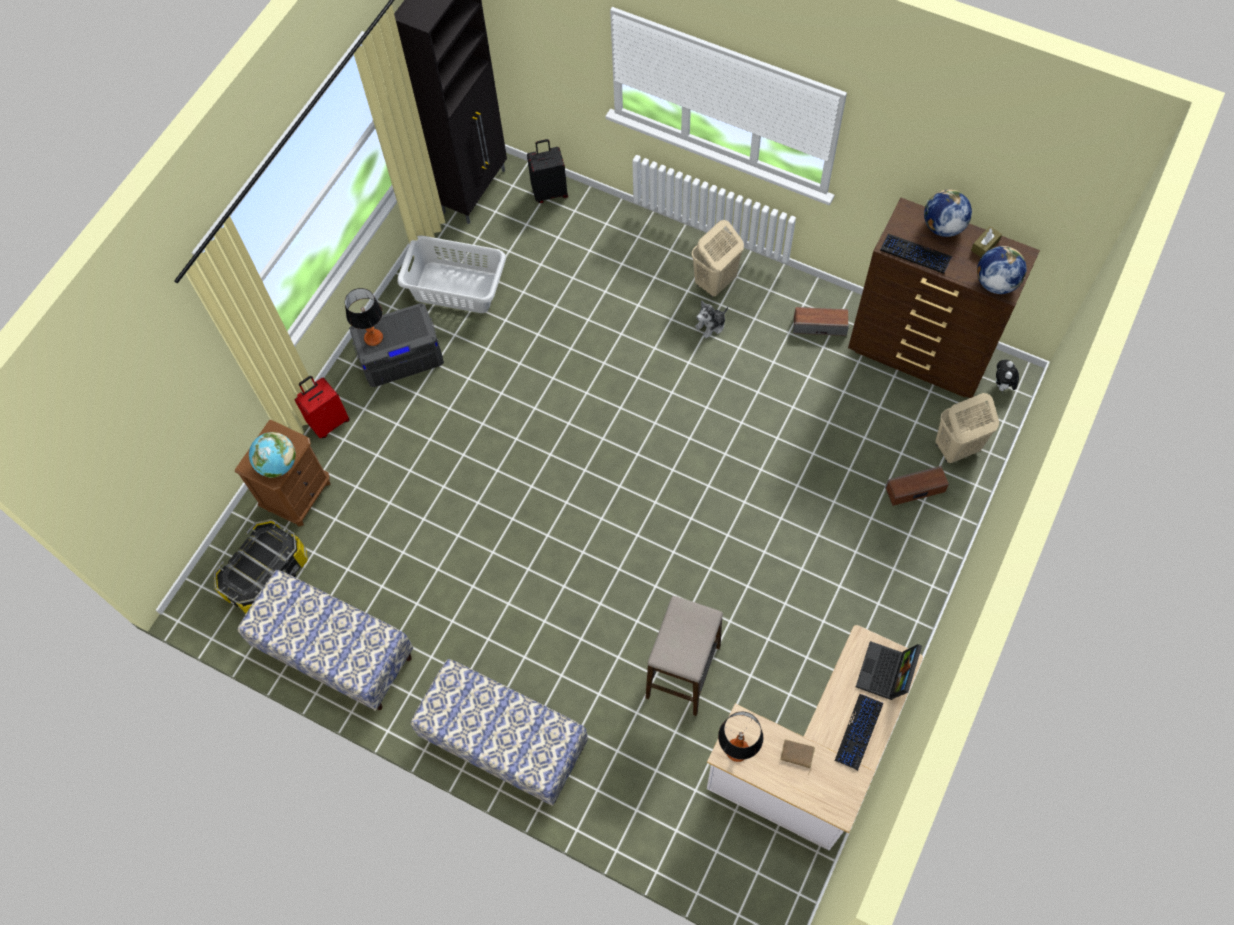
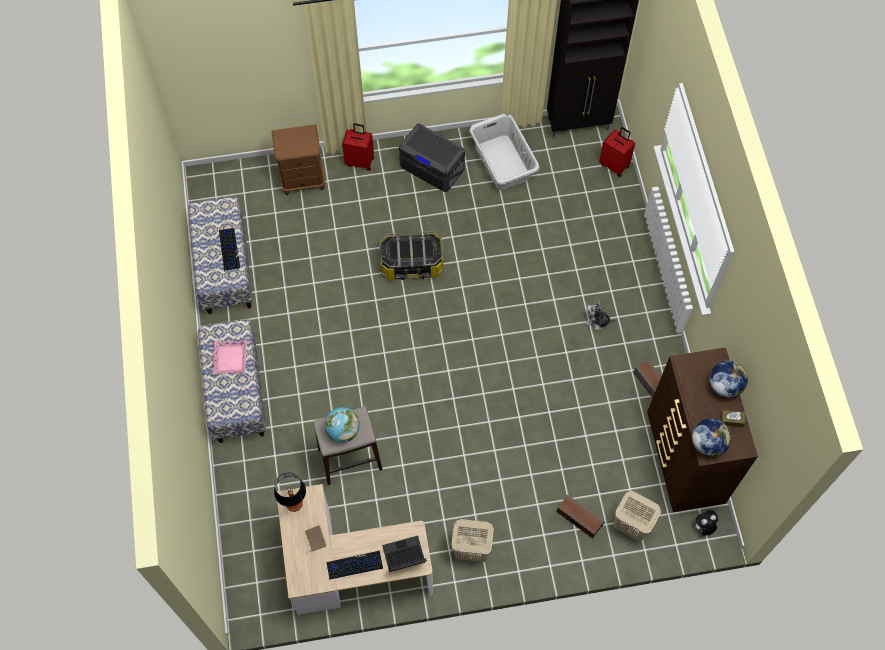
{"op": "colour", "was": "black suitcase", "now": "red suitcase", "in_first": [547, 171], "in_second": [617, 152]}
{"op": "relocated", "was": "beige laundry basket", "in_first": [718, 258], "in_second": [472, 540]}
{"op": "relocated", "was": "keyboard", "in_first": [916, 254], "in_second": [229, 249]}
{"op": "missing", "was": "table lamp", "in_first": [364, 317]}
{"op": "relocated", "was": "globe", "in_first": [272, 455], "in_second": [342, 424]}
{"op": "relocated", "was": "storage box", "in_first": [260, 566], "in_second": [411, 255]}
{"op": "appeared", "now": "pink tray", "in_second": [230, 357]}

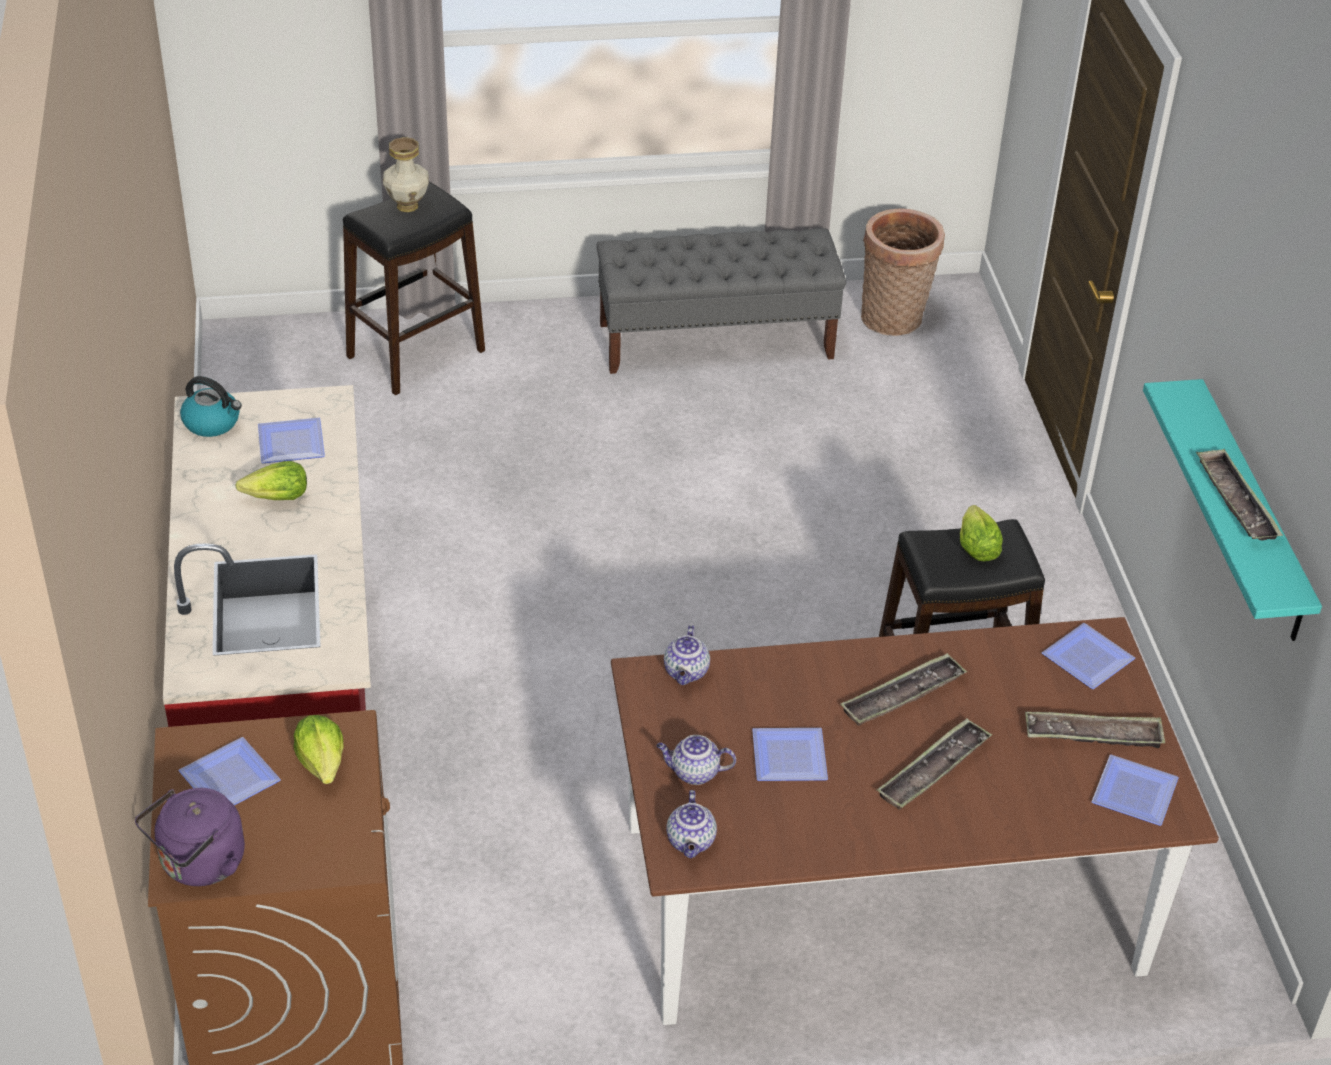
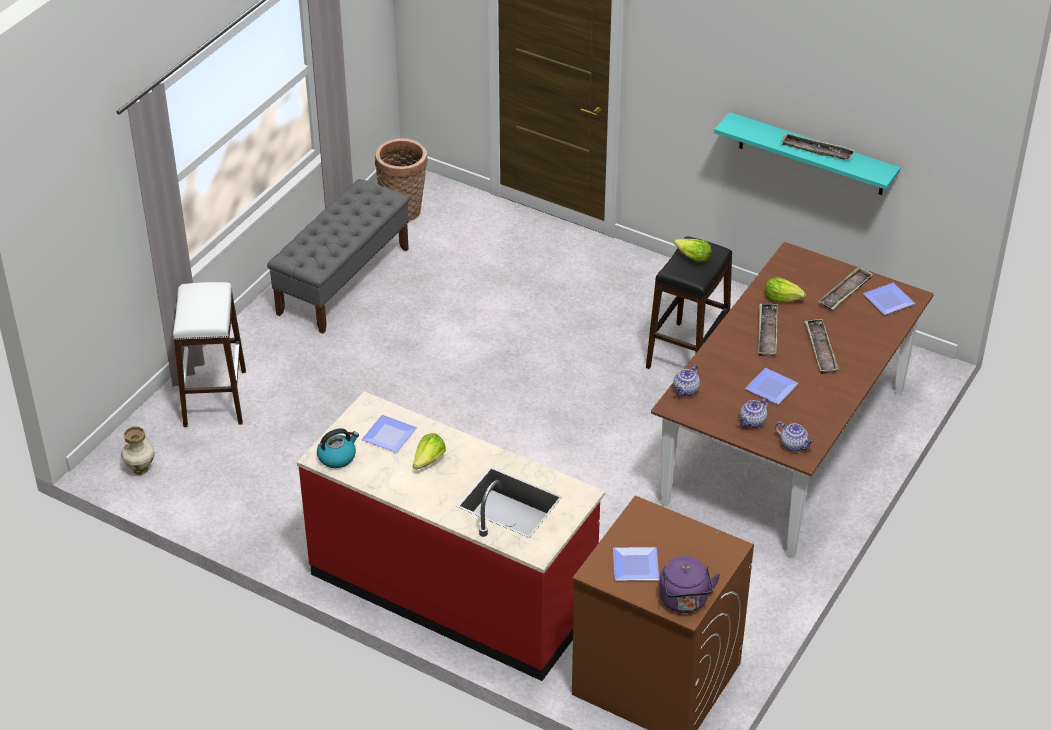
{"op": "relocated", "was": "vase", "in_first": [406, 174], "in_second": [138, 450]}
{"op": "colour", "was": "black stool", "now": "white stool", "in_first": [414, 288], "in_second": [209, 354]}
{"op": "missing", "was": "plate", "in_first": [1088, 656]}
{"op": "spun", "was": "teapot", "in_first": [687, 655], "in_second": [686, 380], "clockwise": 75}
{"op": "relocated", "was": "lettuce", "in_first": [318, 749], "in_second": [785, 289]}

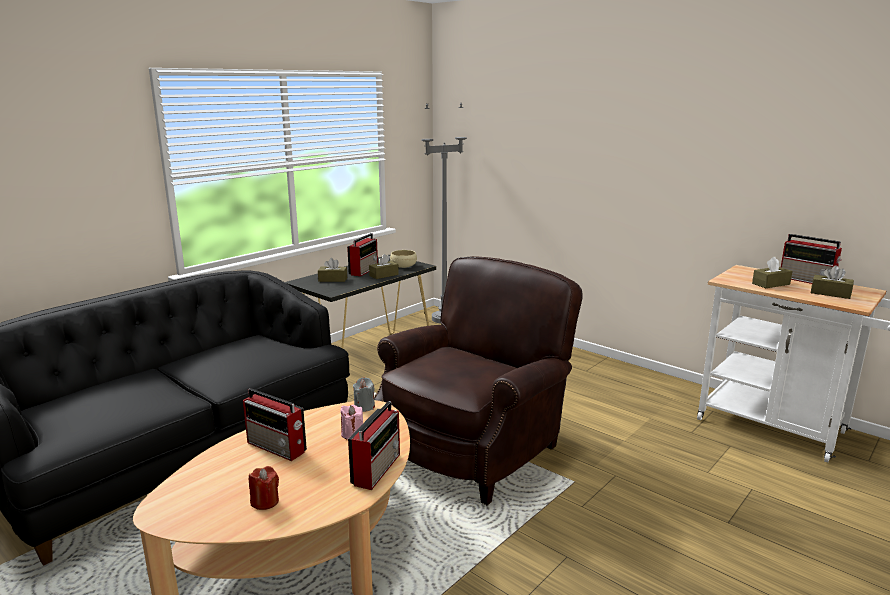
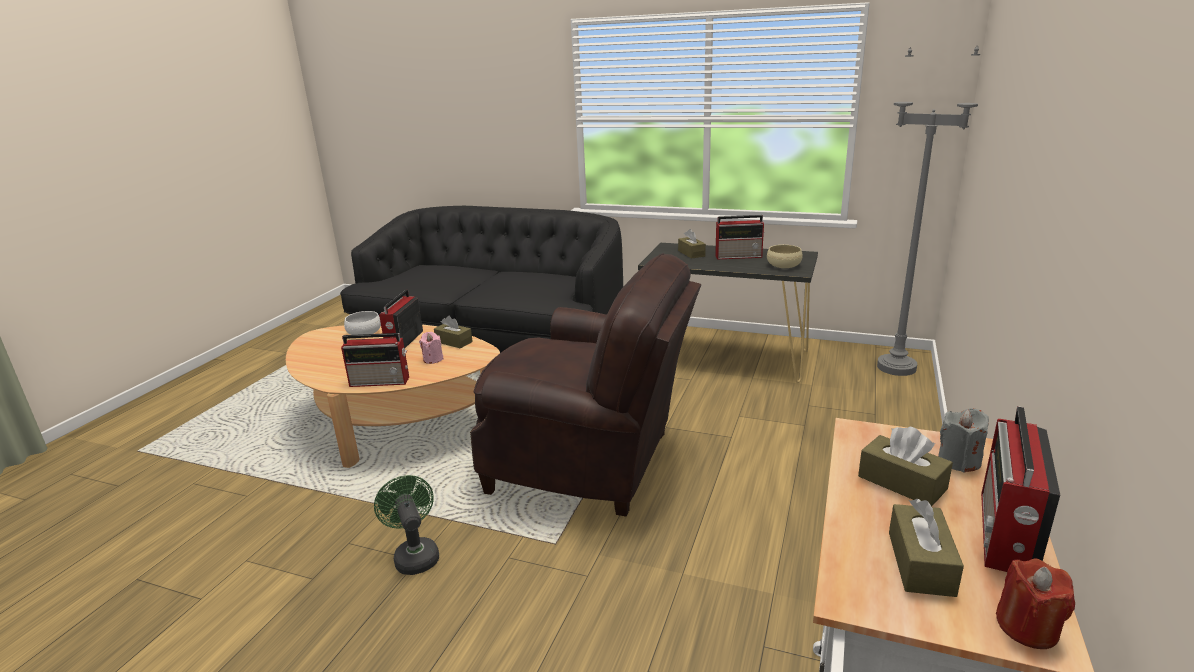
{"op": "relocated", "was": "brown tissue box", "in_first": [384, 266], "in_second": [453, 332]}
{"op": "relocated", "was": "grey candle", "in_first": [364, 394], "in_second": [963, 440]}
{"op": "relocated", "was": "red candle", "in_first": [264, 488], "in_second": [1035, 604]}
{"op": "appeared", "now": "white bowl", "in_second": [362, 323]}
{"op": "appeared", "now": "green fan", "in_second": [406, 525]}

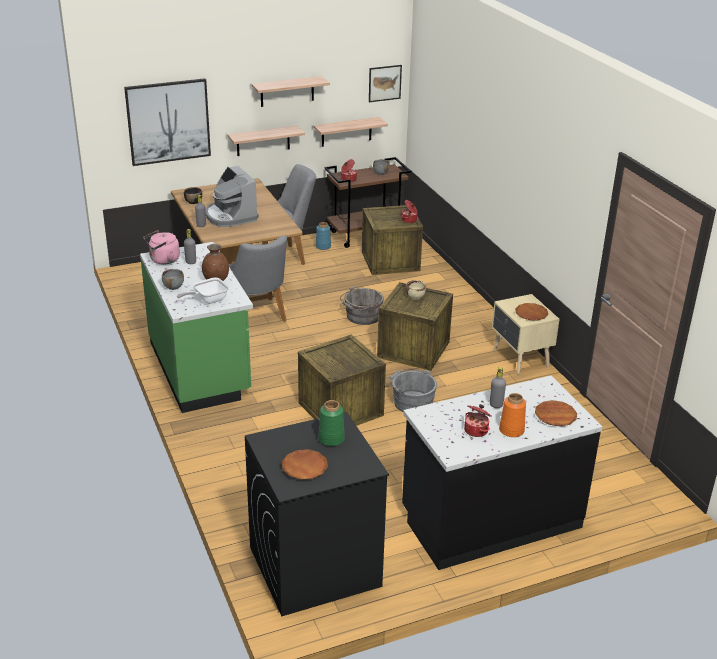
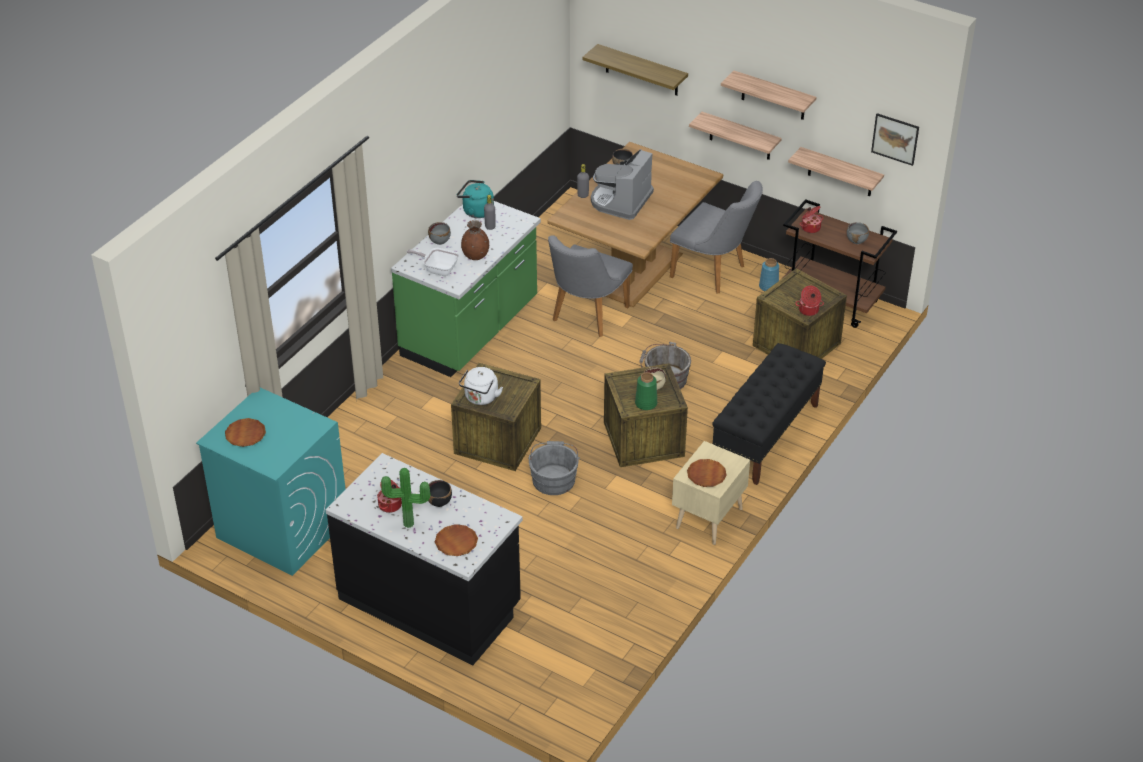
{"op": "exchanged", "was": "picture", "now": "shelf", "in_first": [167, 122], "in_second": [635, 70]}
{"op": "colour", "was": "pink kettle", "now": "turquoise kettle", "in_first": [161, 248], "in_second": [475, 199]}
{"op": "exchanged", "was": "grey bottle", "now": "black bowl", "in_first": [498, 387], "in_second": [440, 493]}
{"op": "exchanged", "was": "orange vase", "now": "potted plant", "in_first": [512, 415], "in_second": [405, 498]}
{"op": "relocated", "was": "green vase", "in_first": [331, 423], "in_second": [646, 391]}
{"op": "colour", "was": "black washing machine", "now": "turquoise washing machine", "in_first": [317, 514], "in_second": [271, 482]}
{"op": "appeared", "now": "black bench", "in_second": [769, 414]}
{"op": "appeared", "now": "white kettle", "in_second": [481, 386]}

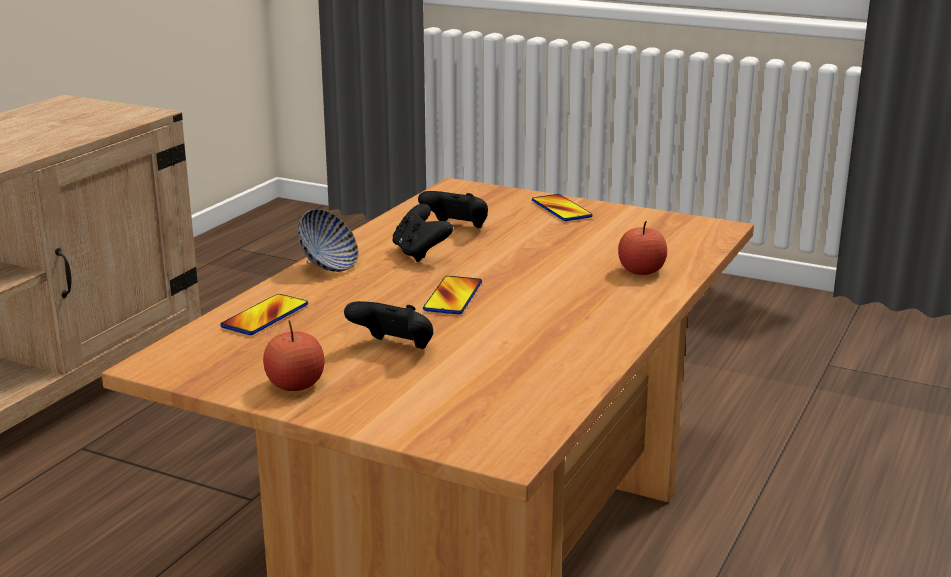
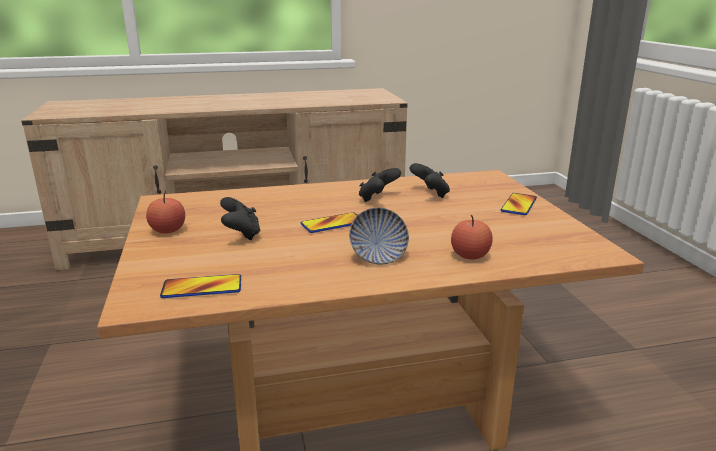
{"op": "relocated", "was": "bowl", "in_first": [328, 240], "in_second": [379, 236]}
{"op": "relocated", "was": "phone", "in_first": [264, 314], "in_second": [200, 286]}

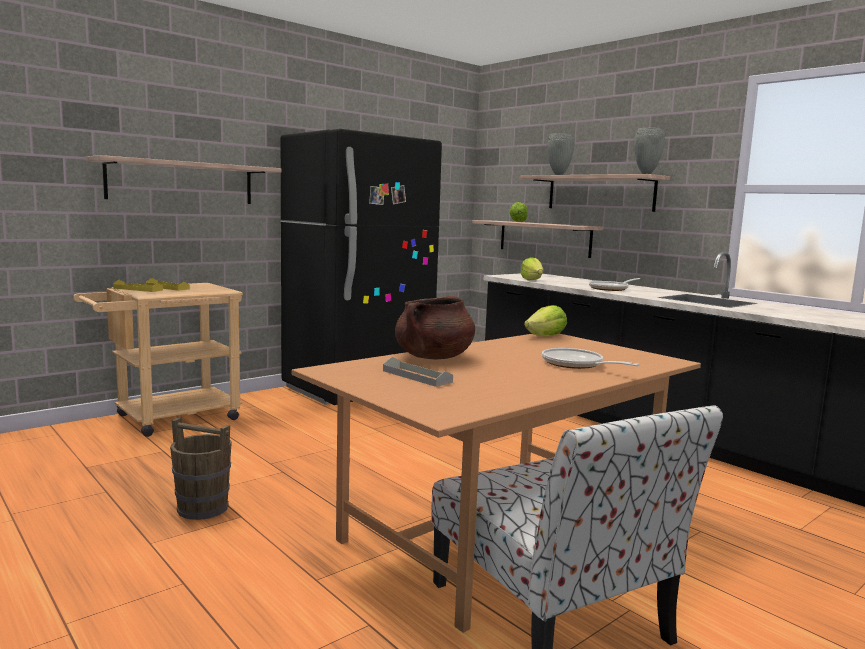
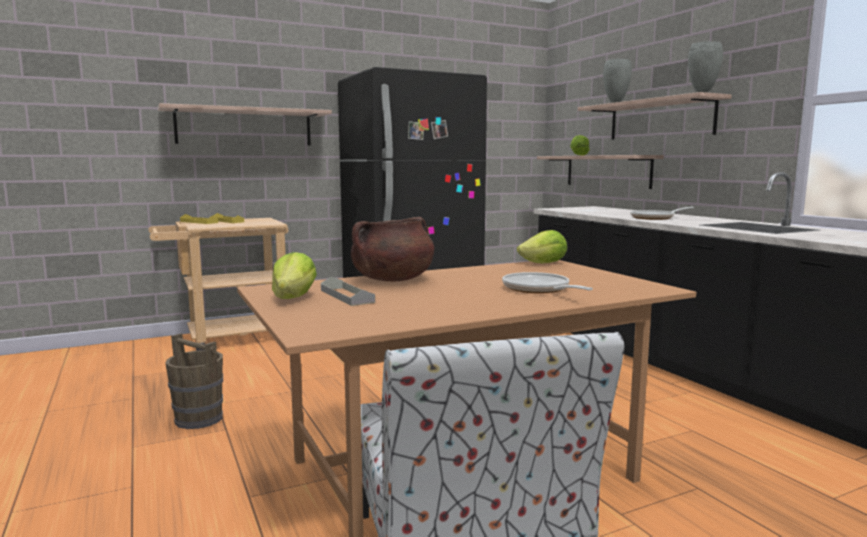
{"op": "relocated", "was": "lettuce", "in_first": [531, 269], "in_second": [294, 275]}

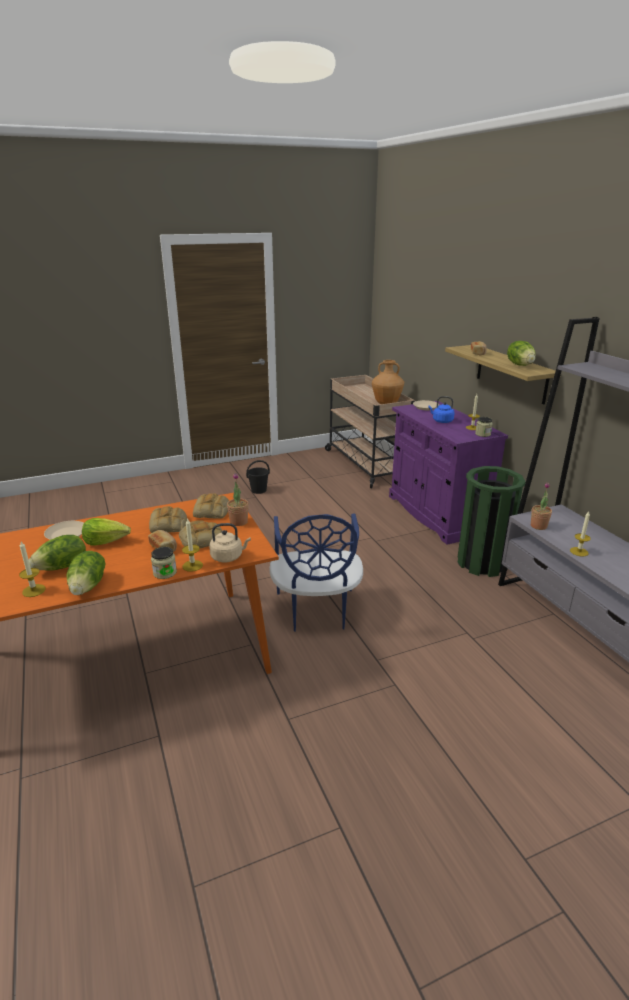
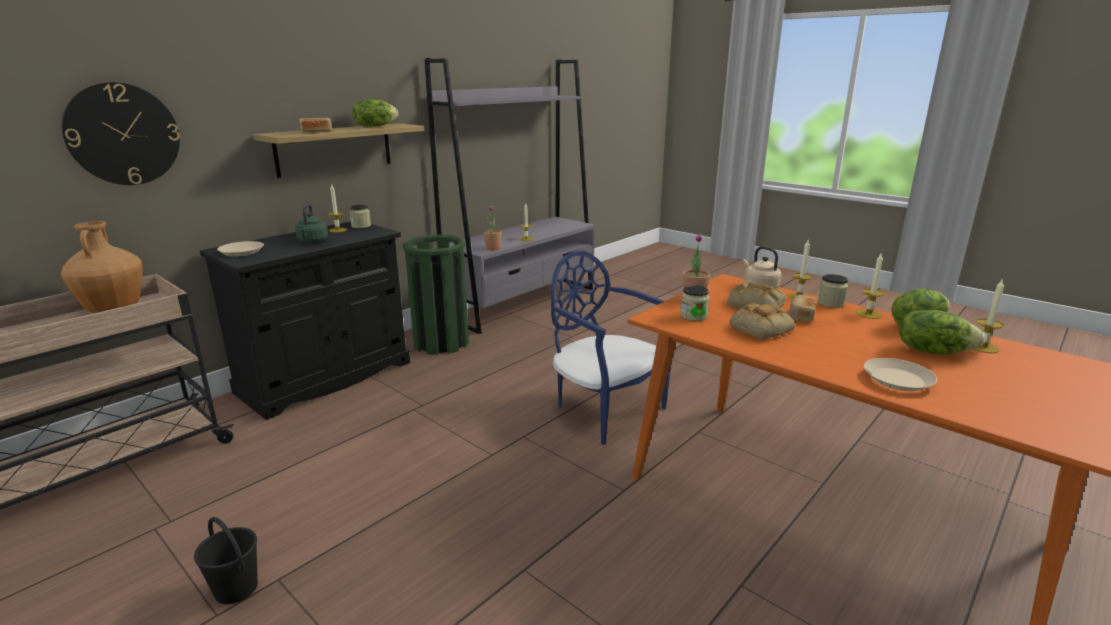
{"op": "colour", "was": "blue kettle", "now": "green kettle", "in_first": [441, 409], "in_second": [311, 223]}
{"op": "colour", "was": "purple cabinet", "now": "black cabinet", "in_first": [448, 473], "in_second": [305, 320]}
{"op": "exchanged", "was": "bread", "now": "jar", "in_first": [211, 506], "in_second": [695, 303]}
{"op": "spun", "was": "blue chair", "in_first": [316, 573], "in_second": [611, 348], "clockwise": -105}
{"op": "missing", "was": "lettuce", "in_first": [106, 532]}
{"op": "appeared", "now": "wall clock", "in_second": [121, 133]}
{"op": "appeared", "now": "candle", "in_second": [870, 285]}

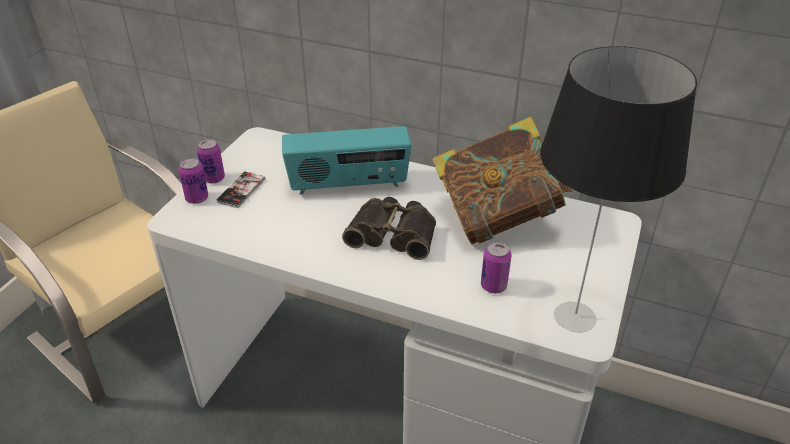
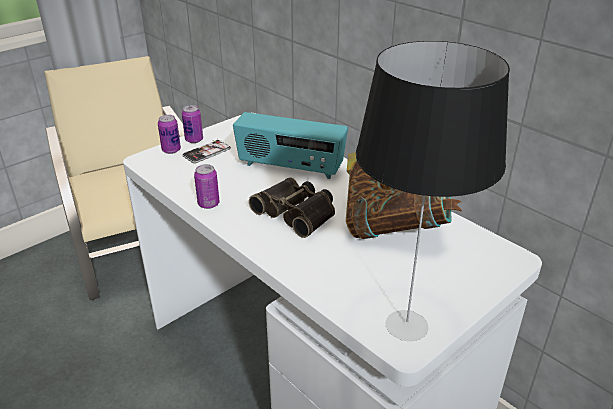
{"op": "relocated", "was": "can", "in_first": [496, 267], "in_second": [206, 186]}

